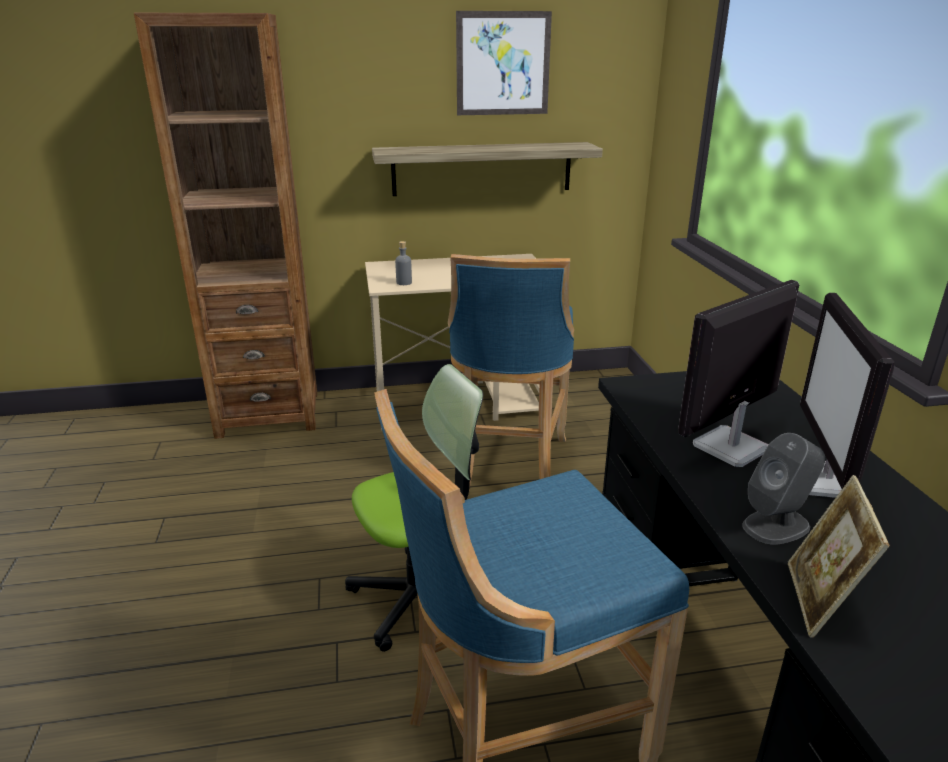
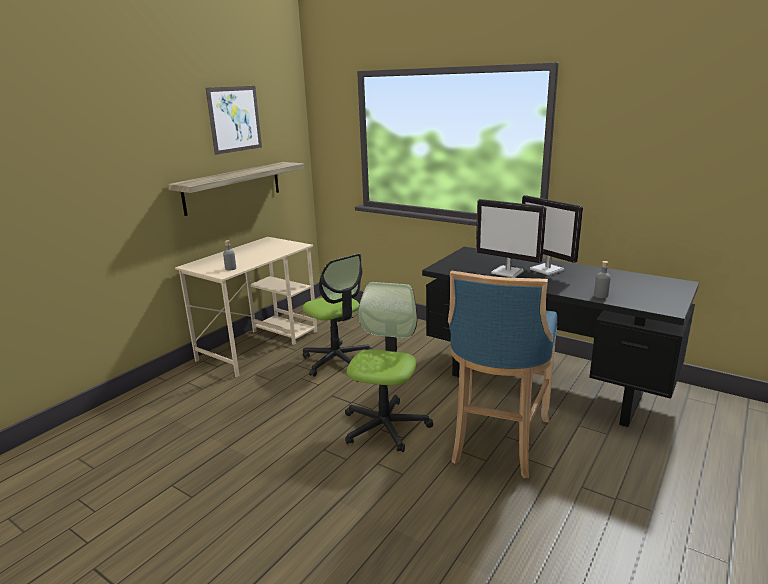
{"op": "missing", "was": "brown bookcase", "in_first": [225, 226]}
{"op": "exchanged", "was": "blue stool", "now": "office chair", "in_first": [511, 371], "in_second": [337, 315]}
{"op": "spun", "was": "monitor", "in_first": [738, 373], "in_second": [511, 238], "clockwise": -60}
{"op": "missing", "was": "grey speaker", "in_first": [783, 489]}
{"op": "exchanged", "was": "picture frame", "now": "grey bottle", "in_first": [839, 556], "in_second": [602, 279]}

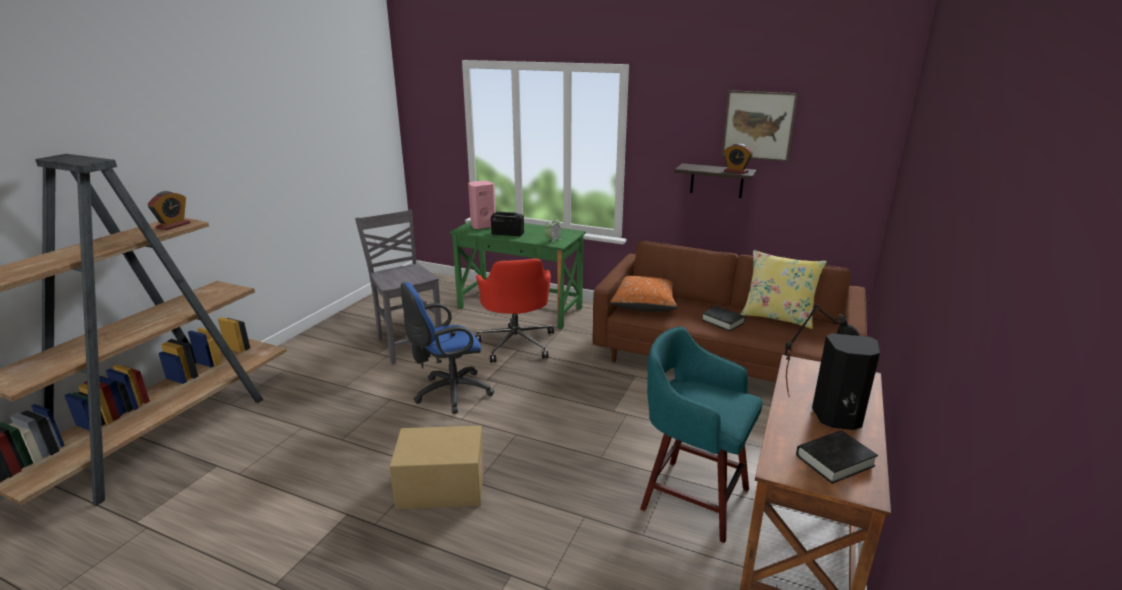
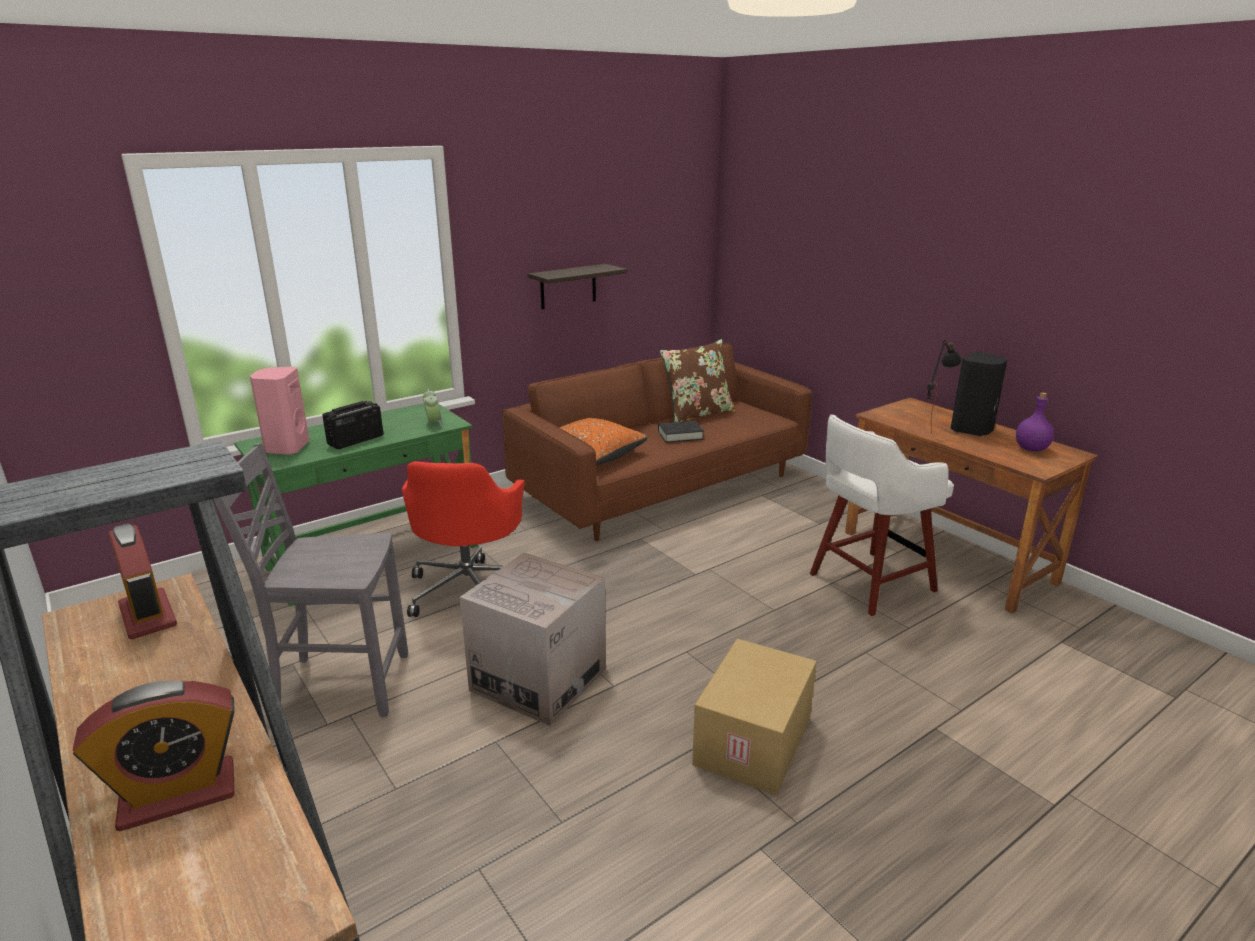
{"op": "missing", "was": "picture", "in_first": [760, 126]}
{"op": "relocated", "was": "alarm clock", "in_first": [738, 159], "in_second": [154, 756]}
{"op": "colour", "was": "yellow pillow", "now": "brown pillow", "in_first": [784, 289], "in_second": [697, 381]}
{"op": "spun", "was": "red office chair", "in_first": [514, 310], "in_second": [463, 539], "clockwise": 75}
{"op": "exchanged", "was": "blue office chair", "now": "cardboard box", "in_first": [447, 348], "in_second": [533, 639]}
{"op": "colour", "was": "turquoise stool", "now": "white stool", "in_first": [701, 434], "in_second": [882, 515]}
{"op": "exchanged", "was": "black book", "now": "purple bottle", "in_first": [837, 457], "in_second": [1035, 421]}

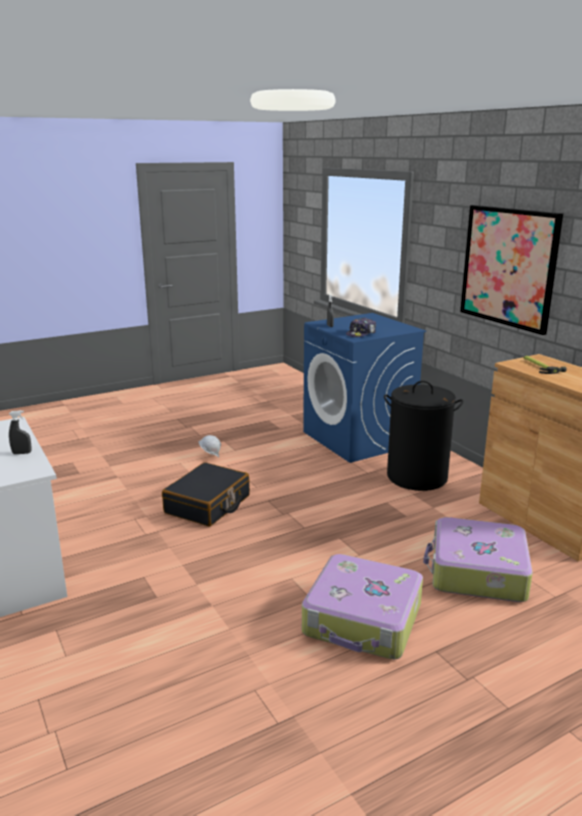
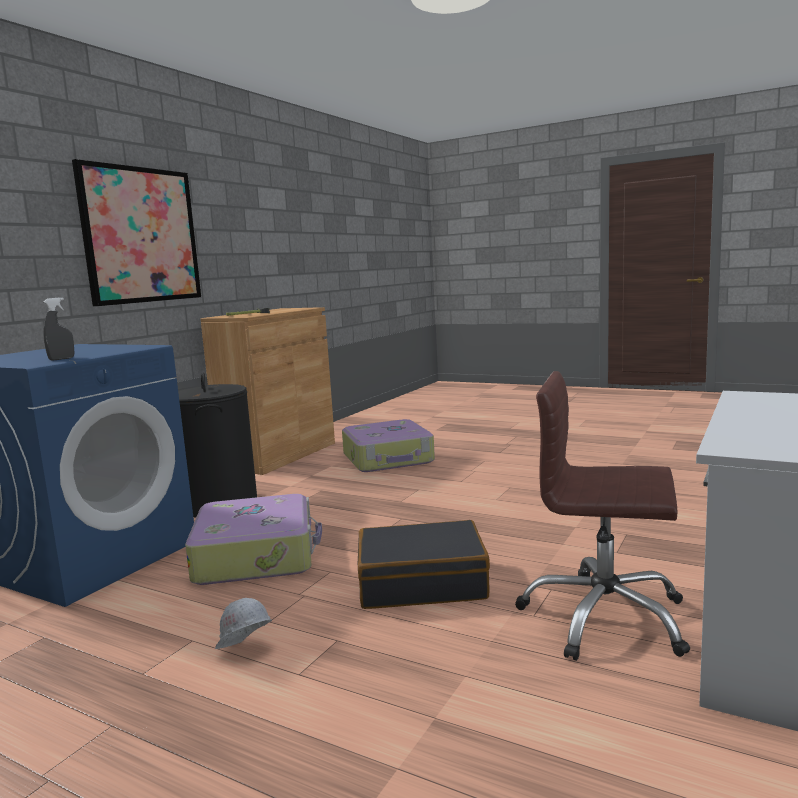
{"op": "missing", "was": "cap", "in_first": [361, 327]}
{"op": "missing", "was": "grey spray bottle", "in_first": [20, 432]}
{"op": "relocated", "was": "suitcase", "in_first": [362, 606], "in_second": [253, 539]}
{"op": "appeared", "now": "brown office chair", "in_second": [602, 516]}

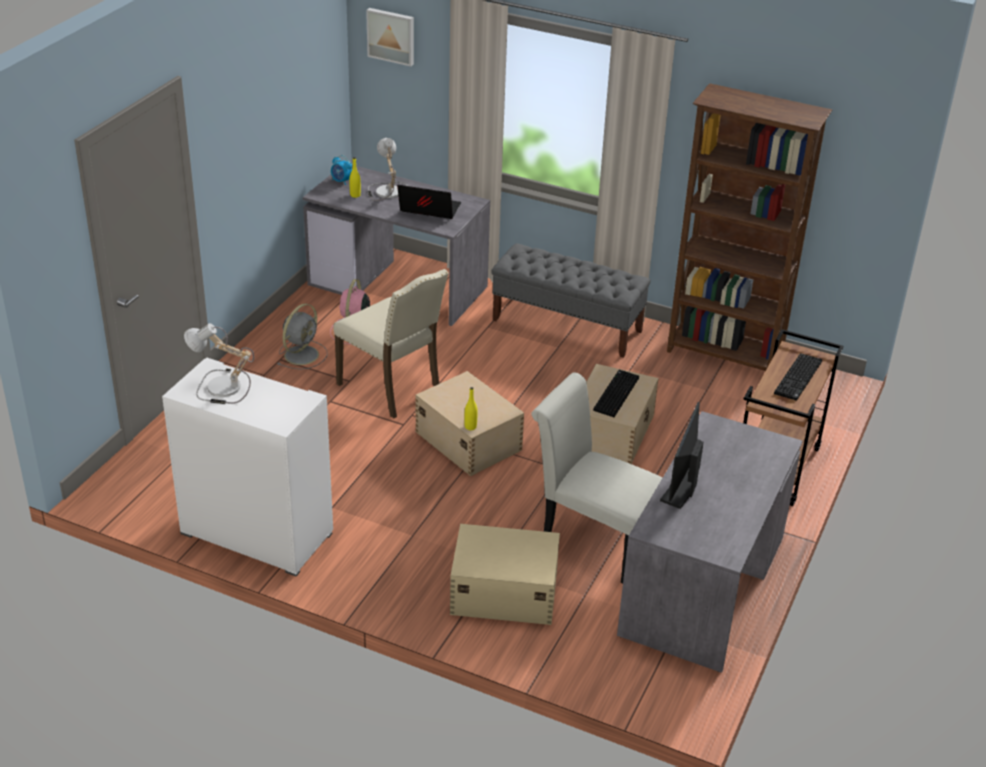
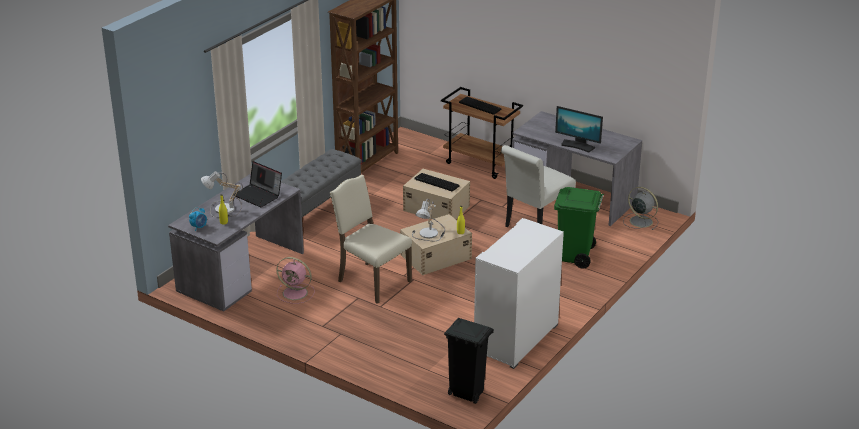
{"op": "missing", "was": "picture", "in_first": [390, 37]}
{"op": "spun", "was": "laptop", "in_first": [429, 202], "in_second": [257, 184], "clockwise": -75}
{"op": "spun", "was": "beige chair", "in_first": [391, 343], "in_second": [371, 239], "clockwise": -105}
{"op": "relocated", "was": "grey fan", "in_first": [302, 337], "in_second": [640, 208]}
{"op": "relocated", "was": "table lamp", "in_first": [219, 363], "in_second": [428, 220]}
{"op": "exchanged", "was": "beige storage box", "now": "green trash can", "in_first": [505, 574], "in_second": [579, 227]}
{"op": "appeared", "now": "black trash can", "in_second": [469, 360]}

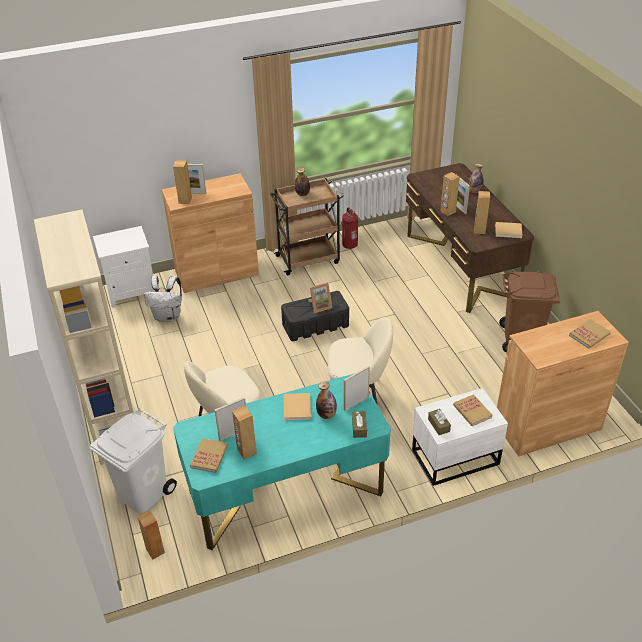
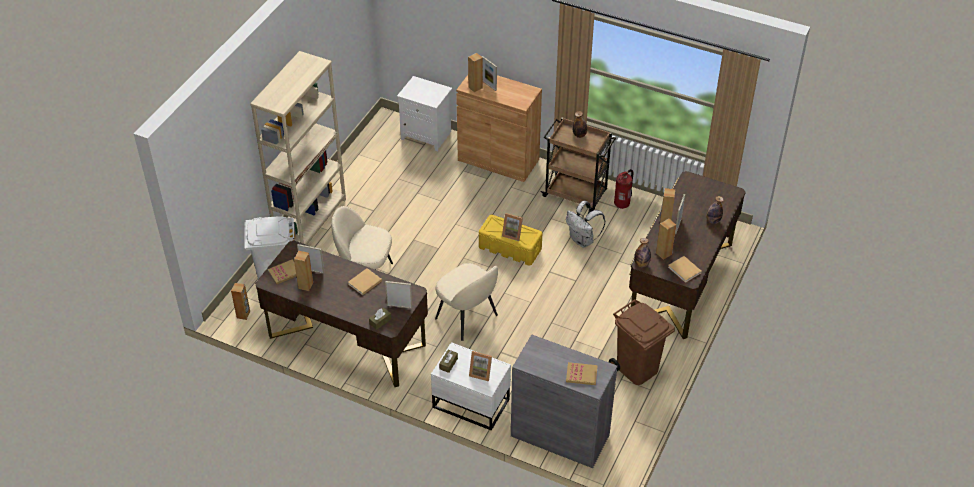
{"op": "relocated", "was": "white backpack", "in_first": [163, 299], "in_second": [585, 224]}
{"op": "colour", "was": "black storage box", "now": "yellow storage box", "in_first": [315, 316], "in_second": [510, 240]}
{"op": "colour", "was": "brown cabinet", "now": "grey cabinet", "in_first": [563, 383], "in_second": [564, 401]}
{"op": "colour", "was": "turquoise desk", "now": "brown desk", "in_first": [282, 462], "in_second": [341, 314]}
{"op": "relocated", "was": "bottle", "in_first": [326, 400], "in_second": [642, 252]}
{"op": "exchanged", "was": "book", "now": "picture frame", "in_first": [472, 410], "in_second": [480, 366]}

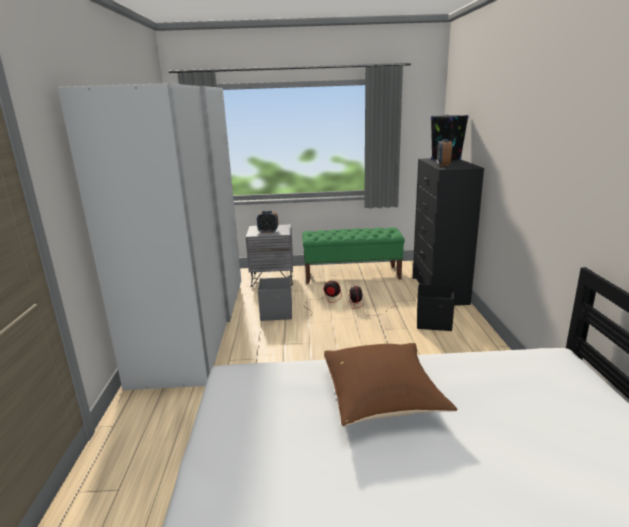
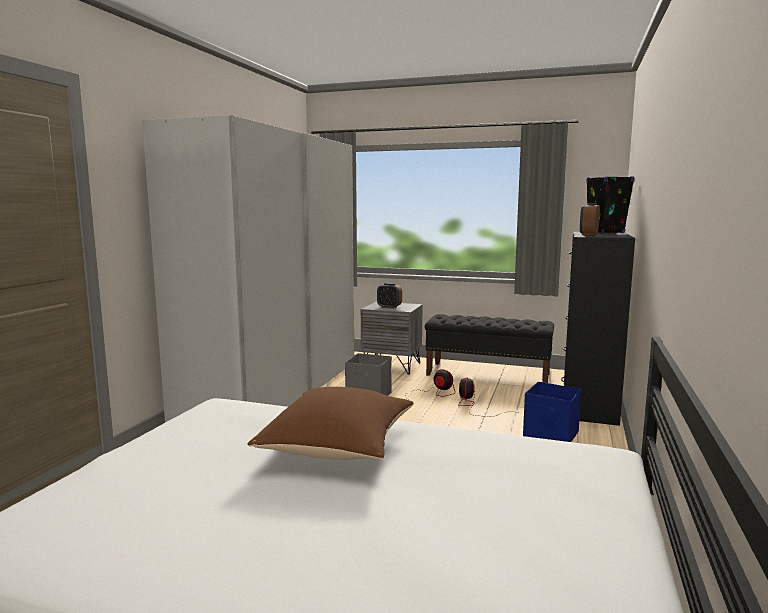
{"op": "colour", "was": "green bench", "now": "black bench", "in_first": [353, 255], "in_second": [489, 348]}
{"op": "colour", "was": "black storage box", "now": "blue storage box", "in_first": [436, 307], "in_second": [552, 412]}

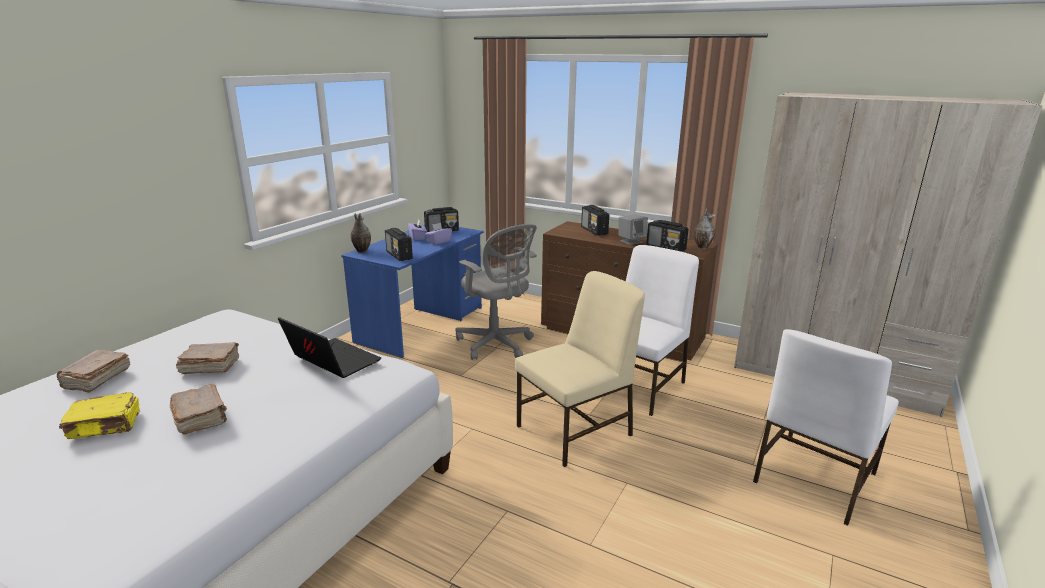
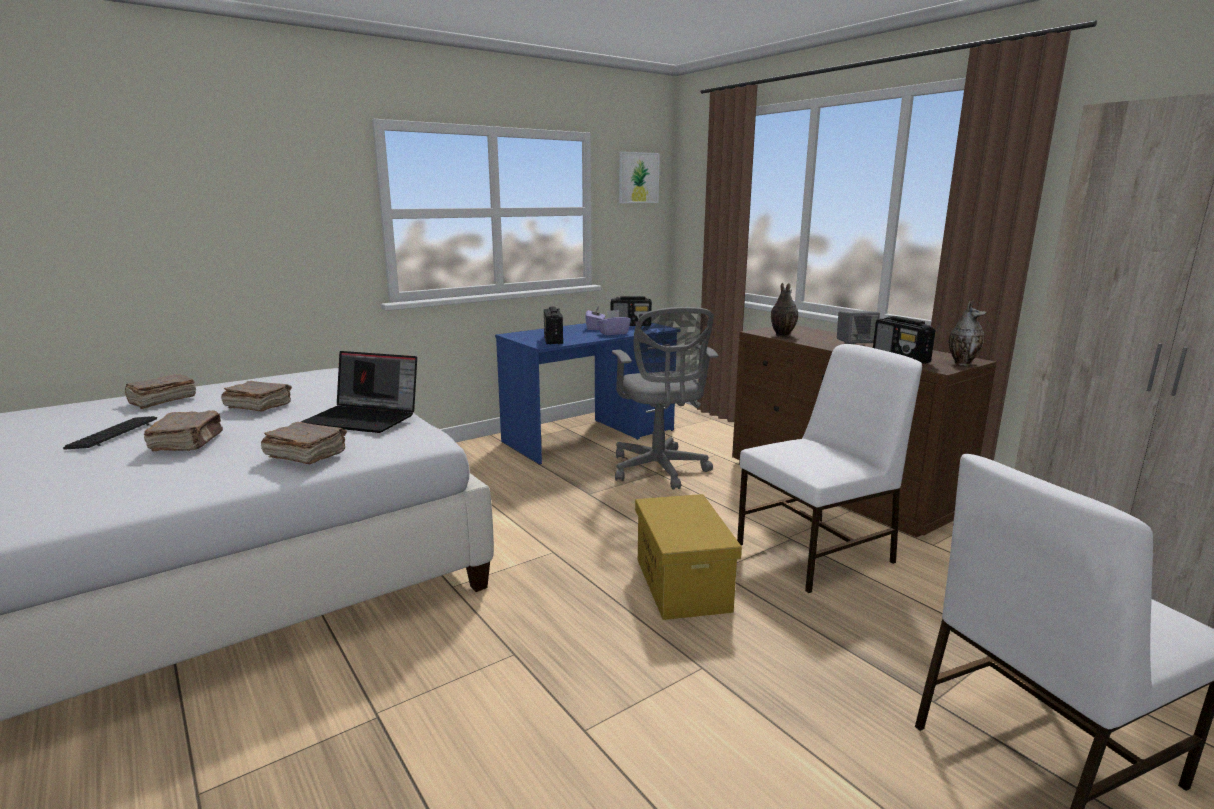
{"op": "missing", "was": "radio", "in_first": [595, 220]}
{"op": "relocated", "was": "vase", "in_first": [360, 233], "in_second": [784, 310]}
{"op": "exchanged", "was": "beige chair", "now": "yellow storage box", "in_first": [580, 369], "in_second": [688, 557]}
{"op": "spun", "was": "laptop", "in_first": [329, 347], "in_second": [359, 392], "clockwise": 135}
{"op": "exchanged", "was": "yellow book", "now": "keyboard", "in_first": [99, 415], "in_second": [110, 432]}
{"op": "appeared", "now": "picture", "in_second": [639, 177]}
{"op": "appeared", "now": "brown book", "in_second": [304, 443]}

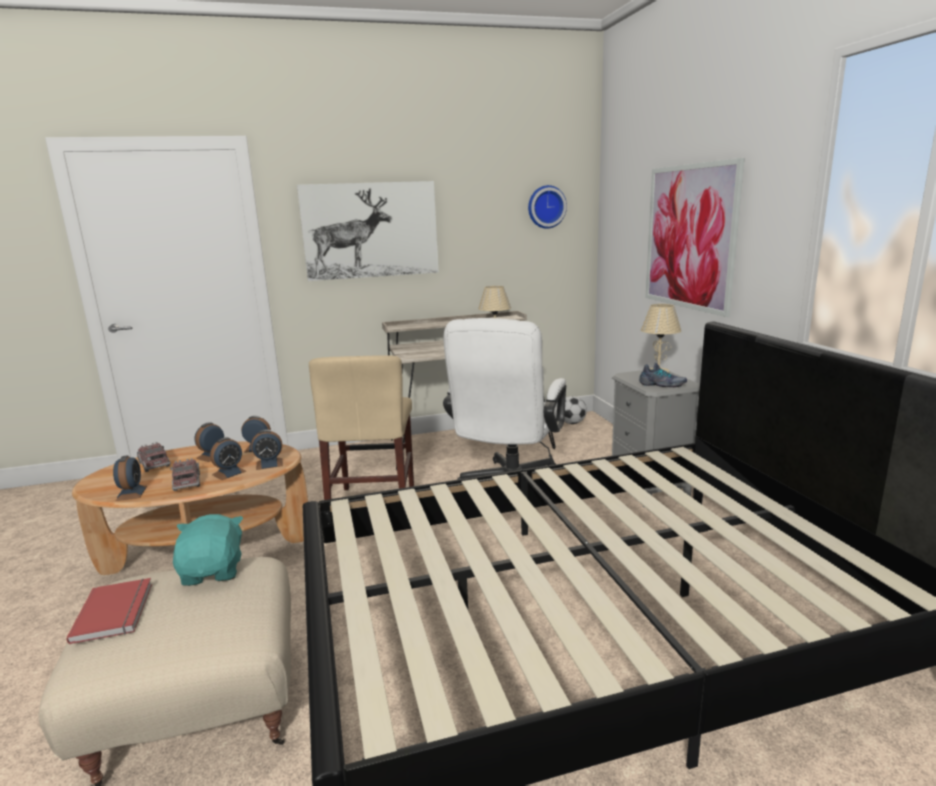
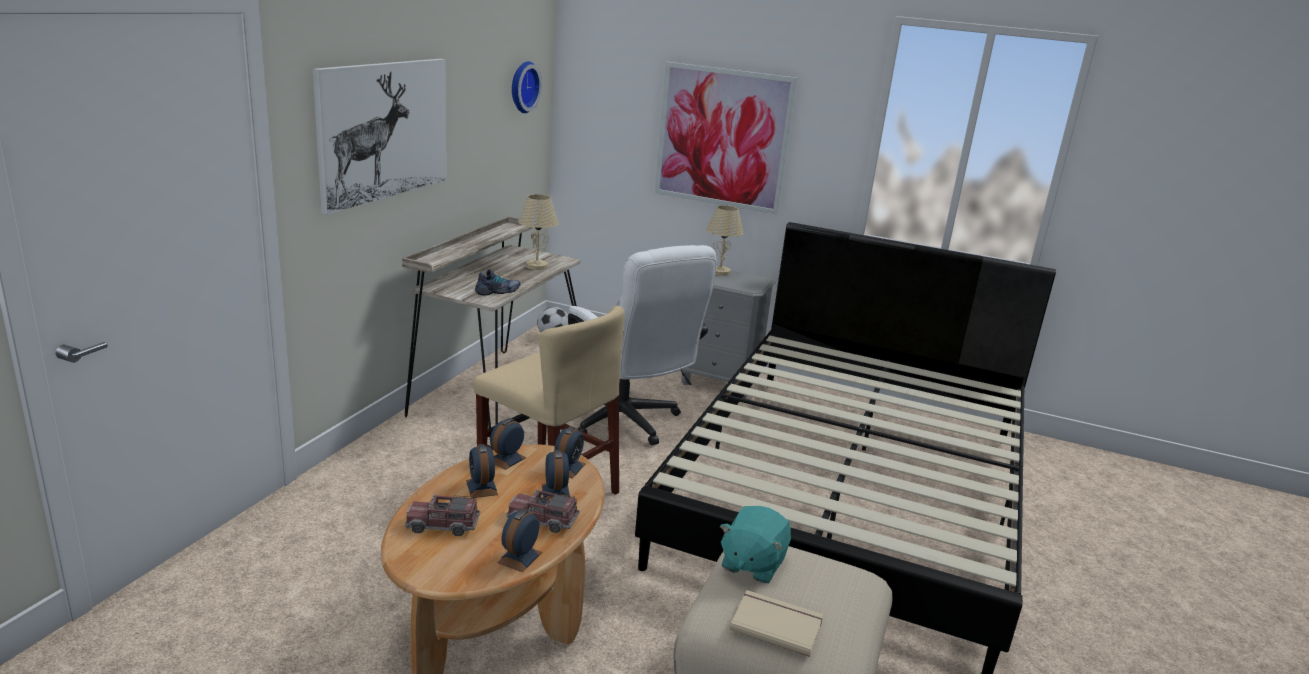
{"op": "relocated", "was": "shoe", "in_first": [663, 375], "in_second": [497, 282]}
{"op": "spun", "was": "alarm clock", "in_first": [130, 478], "in_second": [519, 540], "clockwise": -90}
{"op": "spun", "was": "turquoise plush toy", "in_first": [208, 550], "in_second": [755, 544], "clockwise": -90}
{"op": "colour", "was": "red book", "now": "beige book", "in_first": [109, 611], "in_second": [776, 623]}

